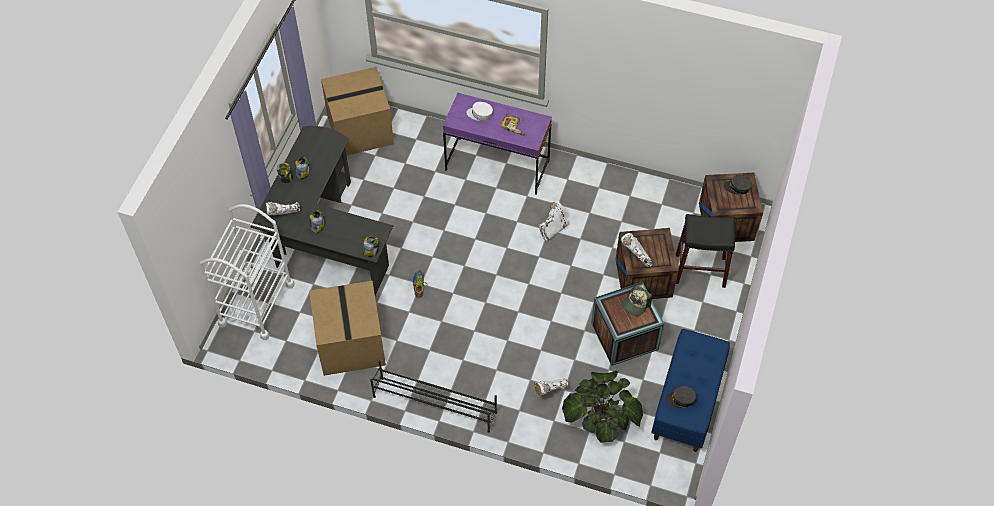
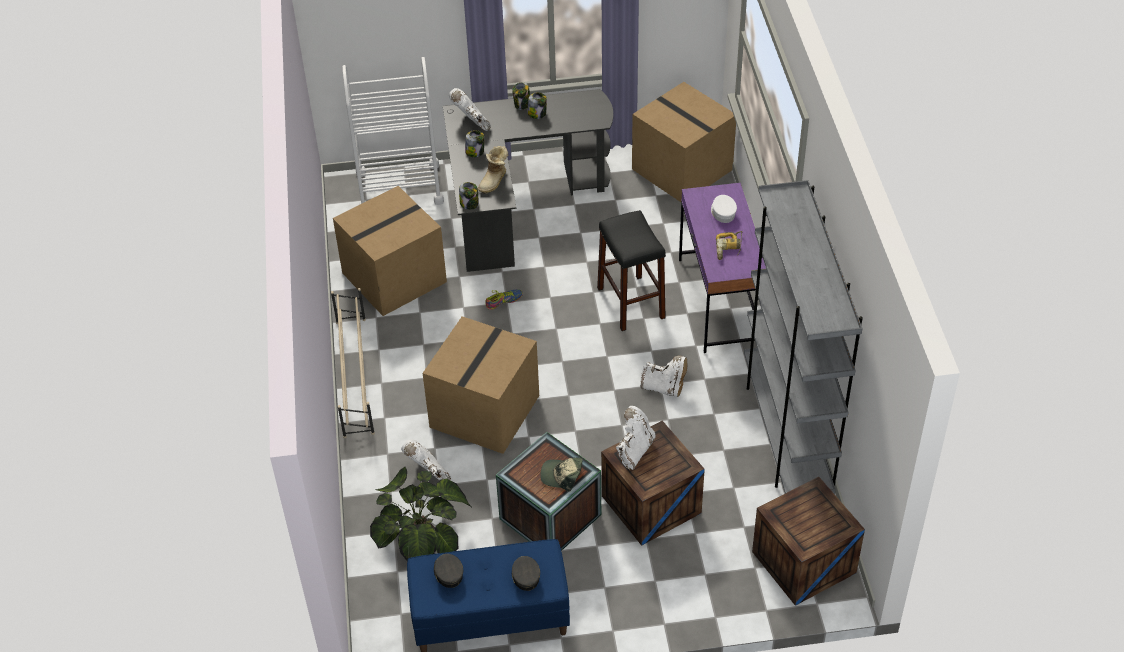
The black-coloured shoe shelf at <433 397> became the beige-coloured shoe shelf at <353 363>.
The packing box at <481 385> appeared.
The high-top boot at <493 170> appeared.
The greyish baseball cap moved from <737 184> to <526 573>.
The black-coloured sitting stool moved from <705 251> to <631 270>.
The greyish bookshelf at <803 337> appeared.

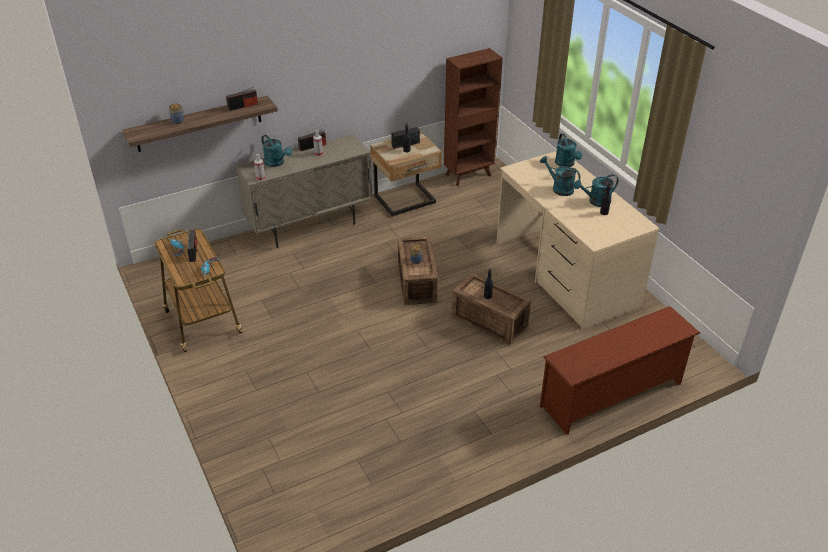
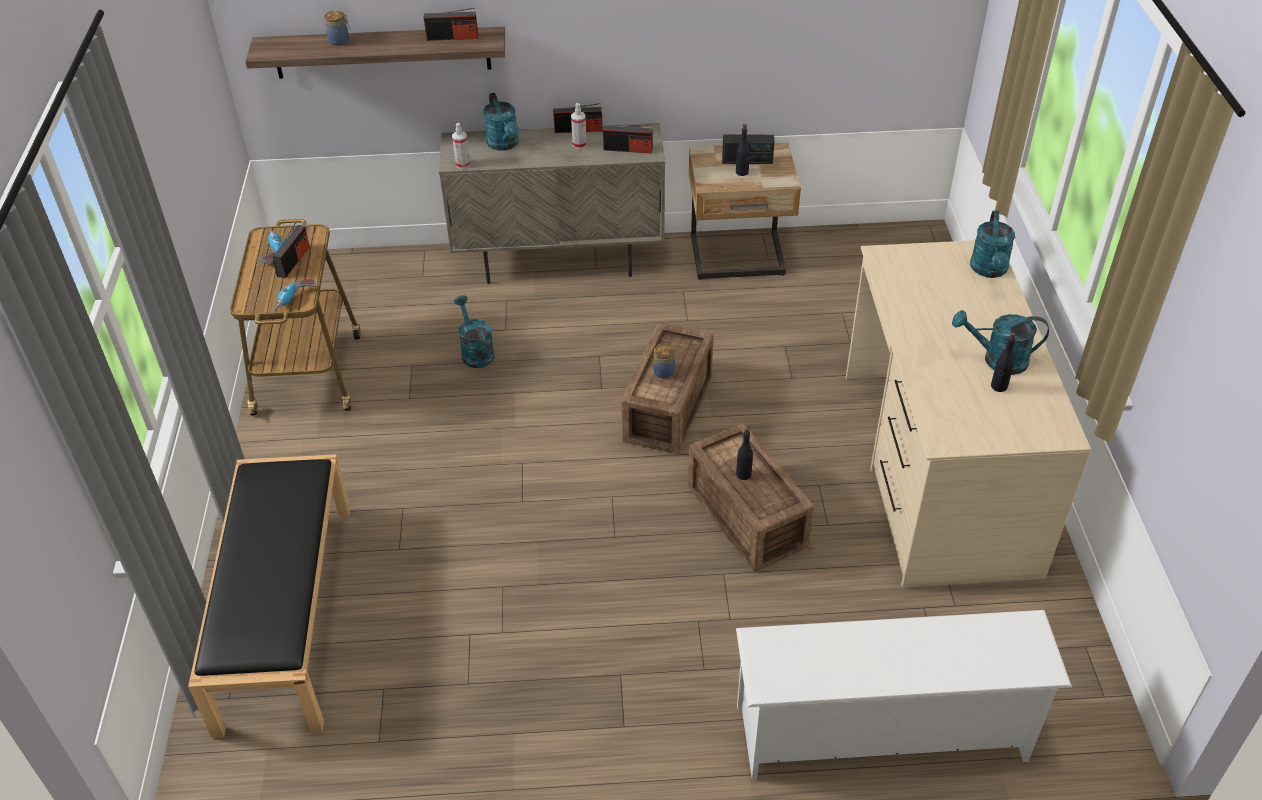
The black-coloured indoor bench at <269 596> appeared.
The blue-green sprinkling can moved from <560 176> to <474 331>.
The radio set at <628 139> appeared.
The brownish shoe shelf at <620 370> became the white-coloured shoe shelf at <904 694>.
The brownish bookshelf at <473 117> disappeared.

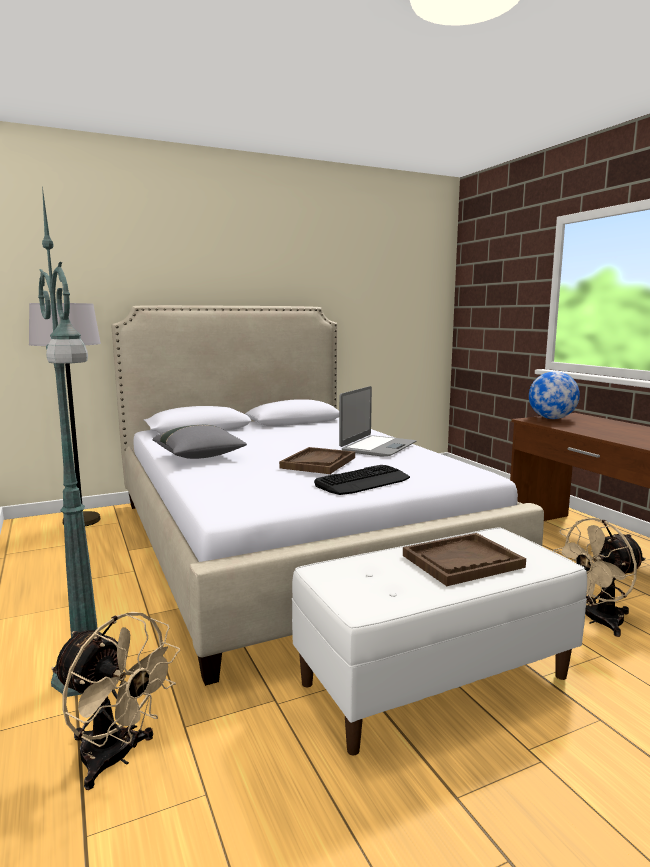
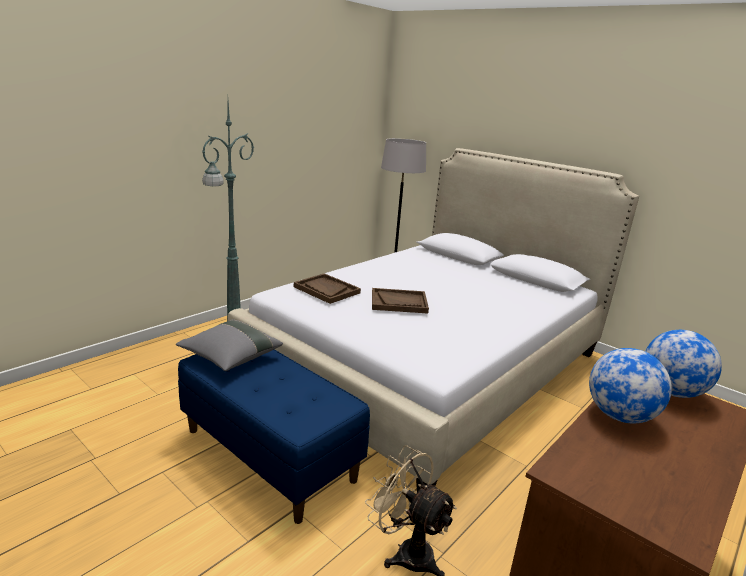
The greyish cushion moved from <199 442> to <229 345>.
The white-coloured indoor bench at <439 641> became the blue-coloured indoor bench at <274 436>.
The brownish serving tray moved from <464 559> to <327 288>.
The world globe at <630 385> appeared.
The beige-coloured fan at <115 701> disappeared.
The PC keyboard at <362 480> disappeared.
The laptop at <377 421> disappeared.

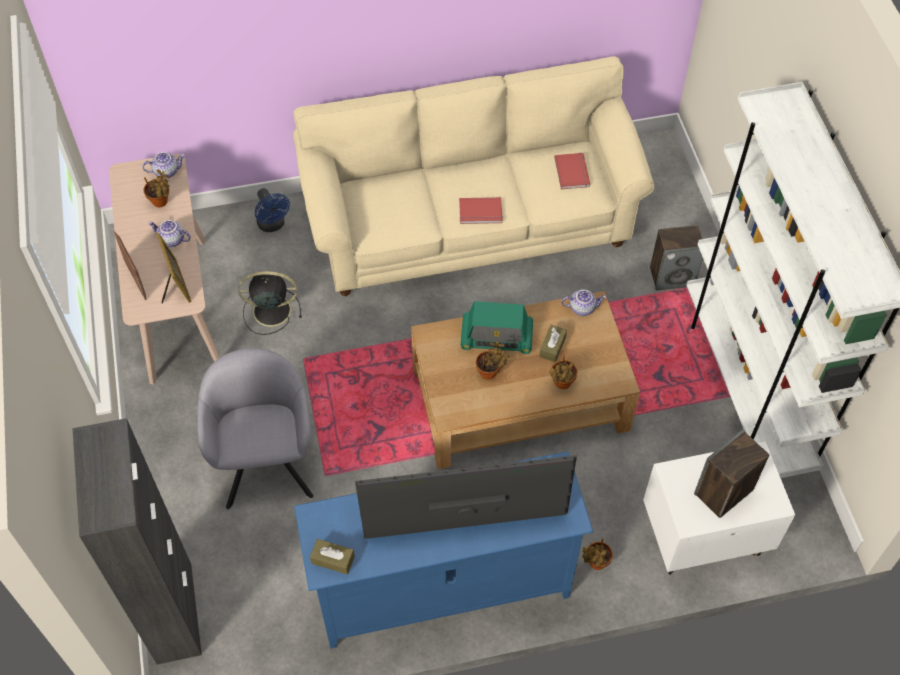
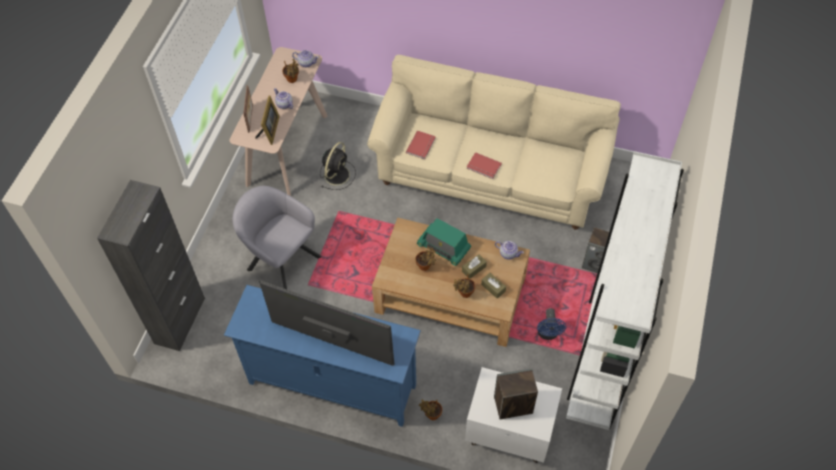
The greyish easy chair at <255 428> turned 75 degrees counterclockwise.
The black-coloured fan at <270 303> turned 90 degrees clockwise.
The reddish volume moved from <572 171> to <421 144>.
The brownish tissue box moved from <332 557> to <493 286>.
The blue-coloured fan moved from <272 210> to <551 324>.

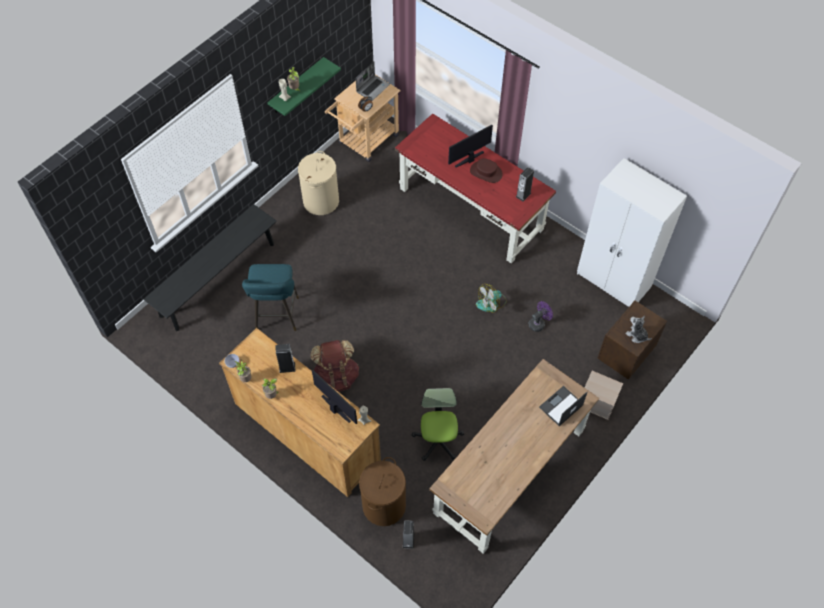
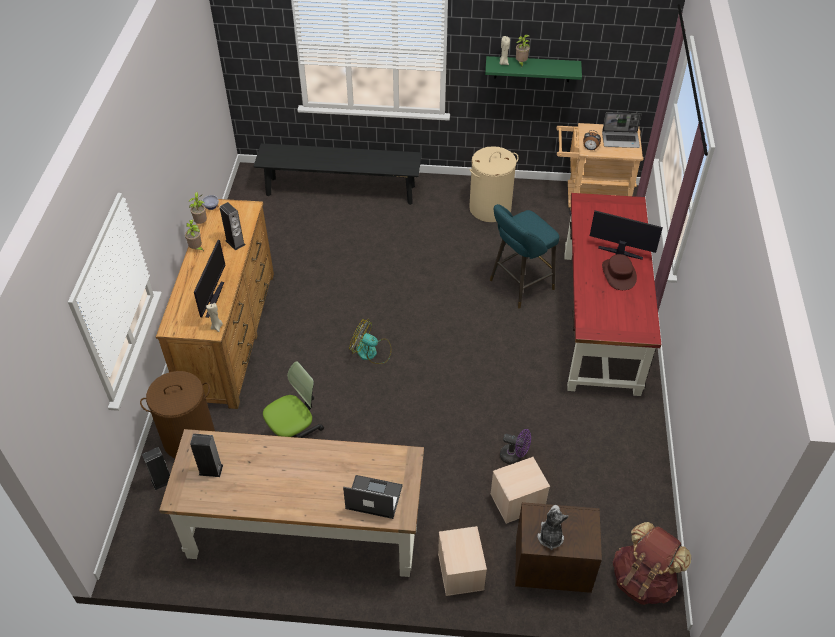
The audio speaker moved from <525 184> to <206 455>.
The fan moved from <491 298> to <370 341>.
The blue-green sitting stool moved from <270 297> to <524 256>.
The beige-coloured storage bin at <520 490> appeared.
The brownish knapsack moved from <335 366> to <652 563>.
The white-coloured wardrobe at <632 232> disappeared.

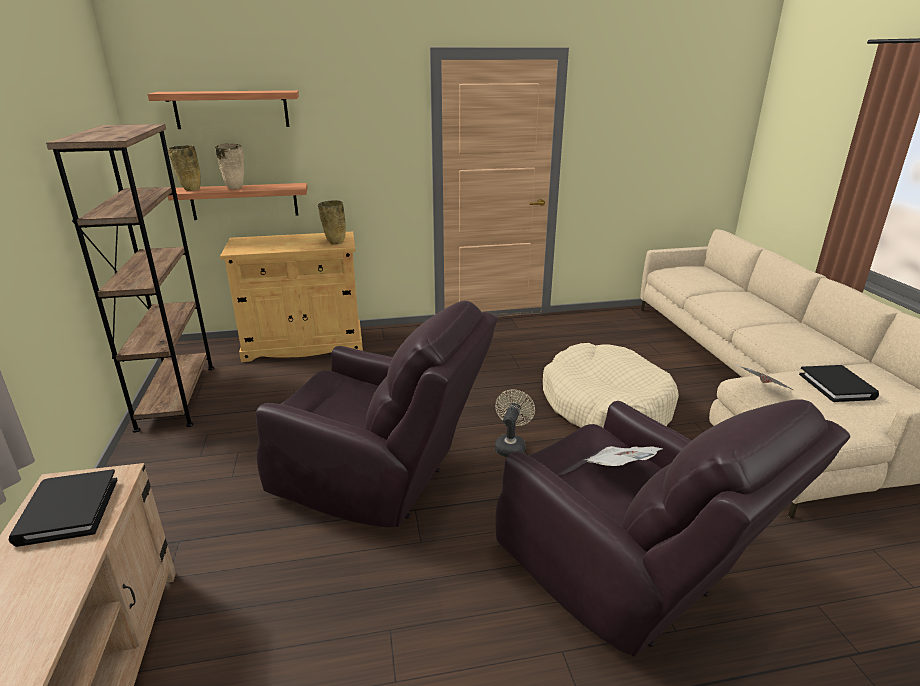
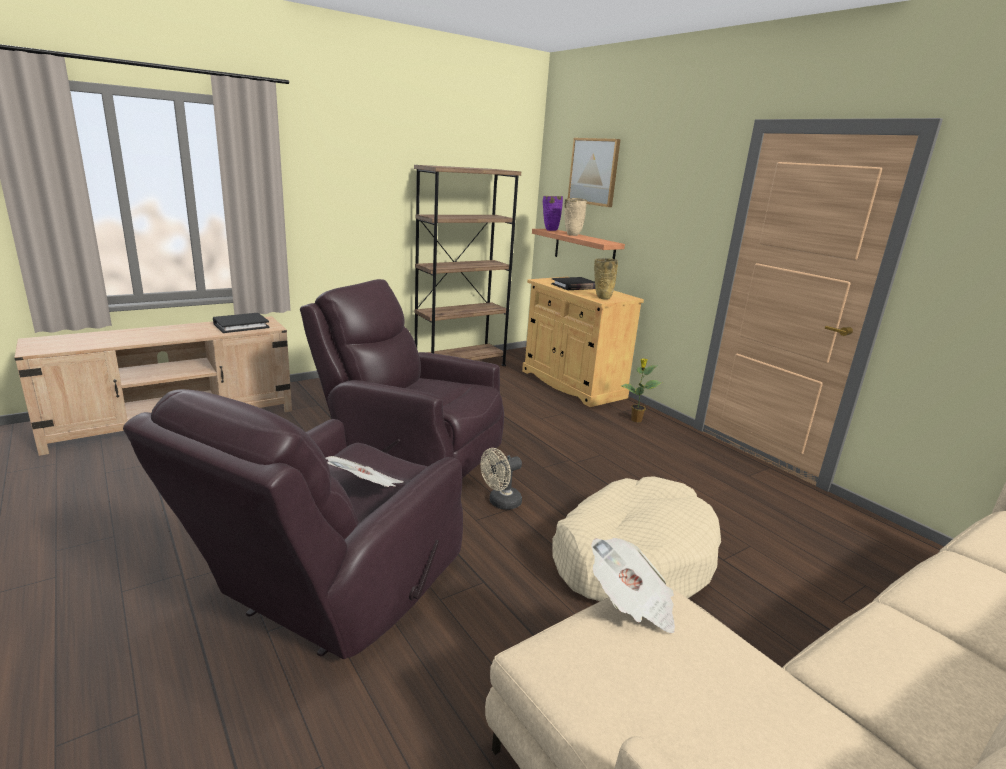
The brownish easy chair at <377 414> turned 120 degrees clockwise.
The beige-coloured fan at <515 423> turned 150 degrees clockwise.
The beige-coloured vase at <184 168> became the purple vase at <553 213>.
The black-coloured volume moved from <839 383> to <573 283>.
The bracket shelf at <223 109> was replaced by the picture at <594 172>.
The plant in a pot at <641 390> appeared.

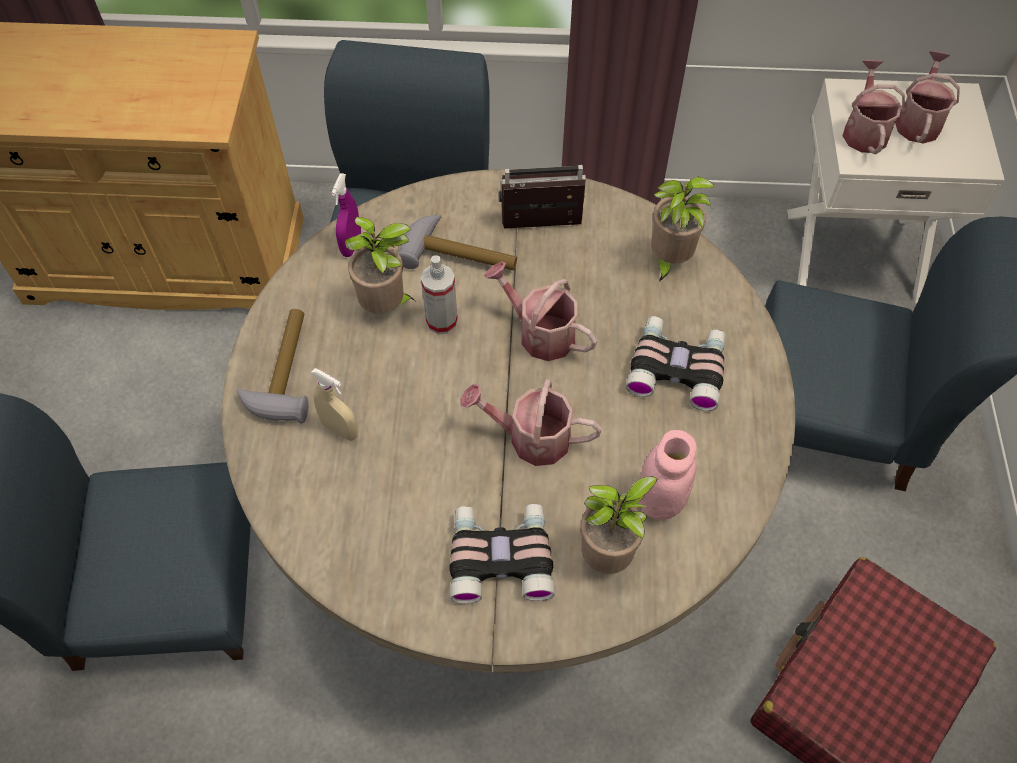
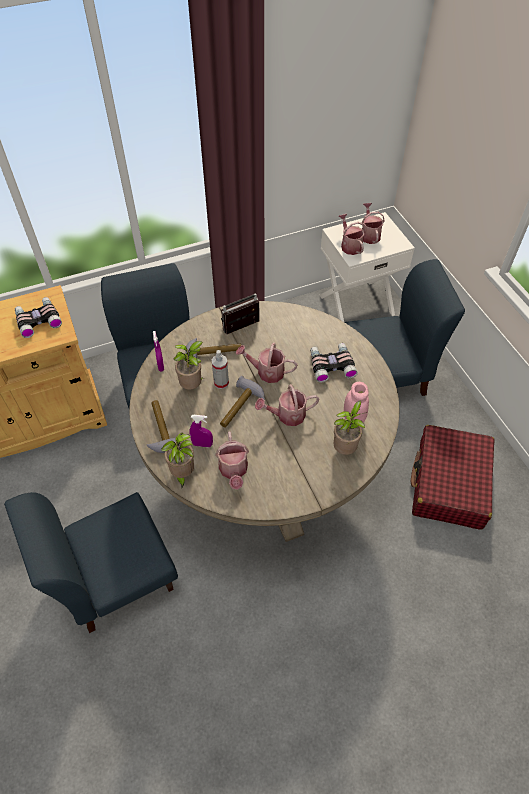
The binoculars moved from <502 554> to <38 317>.
The plant in a pot moved from <682 230> to <177 461>.
The beige-coloured hand sprayer at <334 404> became the purple hand sprayer at <201 431>.
The sprinkling can at <232 460> appeared.
The hand hammer at <242 402> appeared.

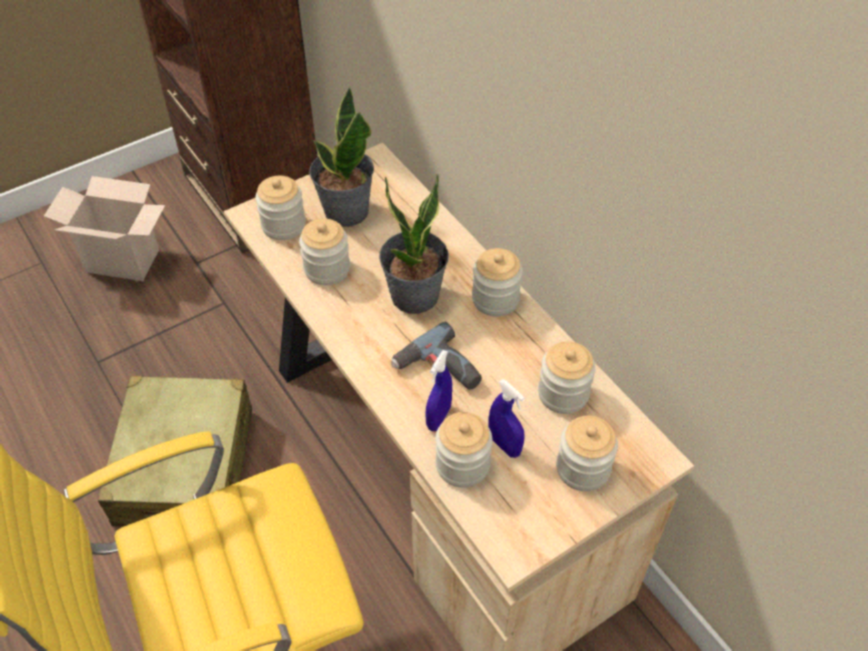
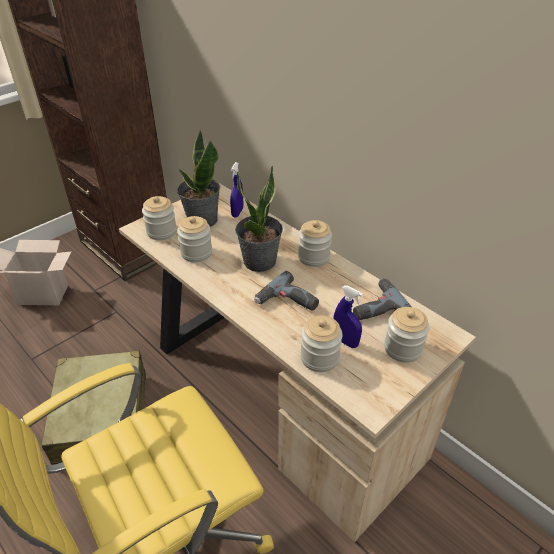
The blue-coloured hand sprayer moved from <438 390> to <236 189>.
The preserve jar at <566 377> was replaced by the drill at <382 299>.

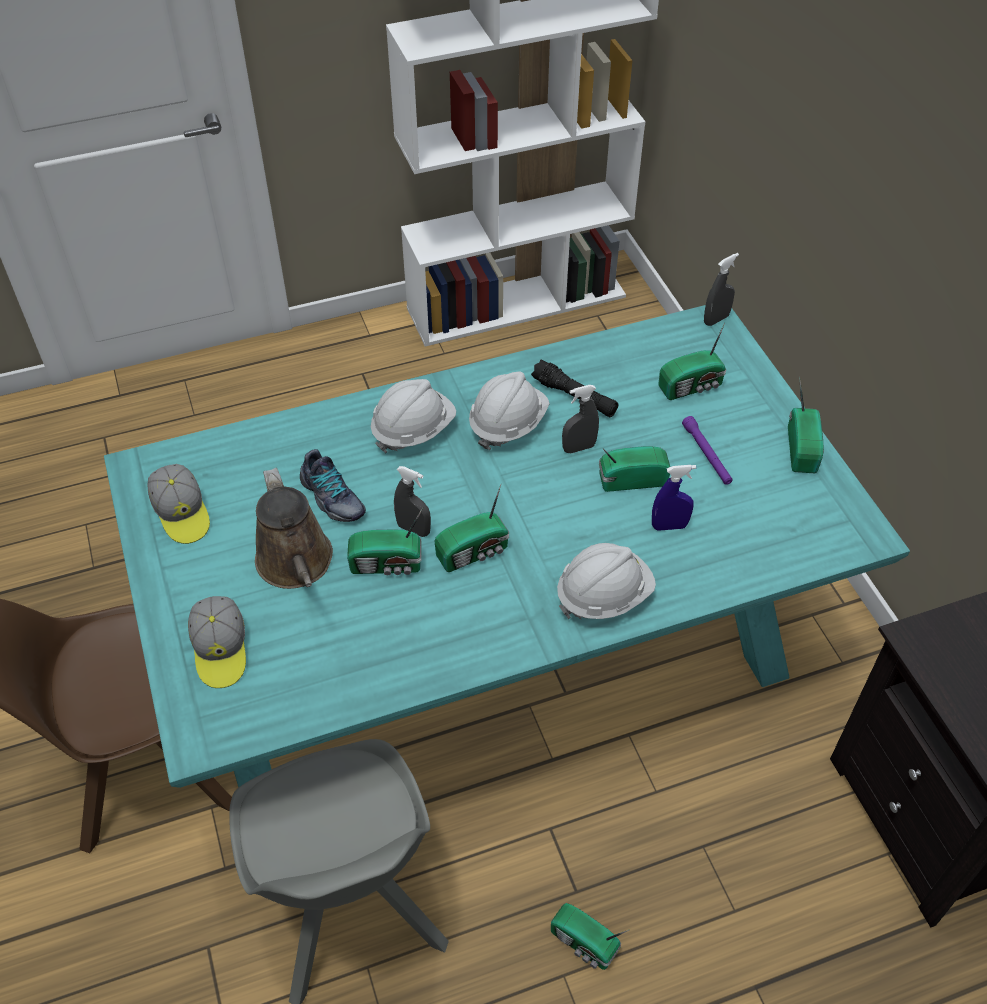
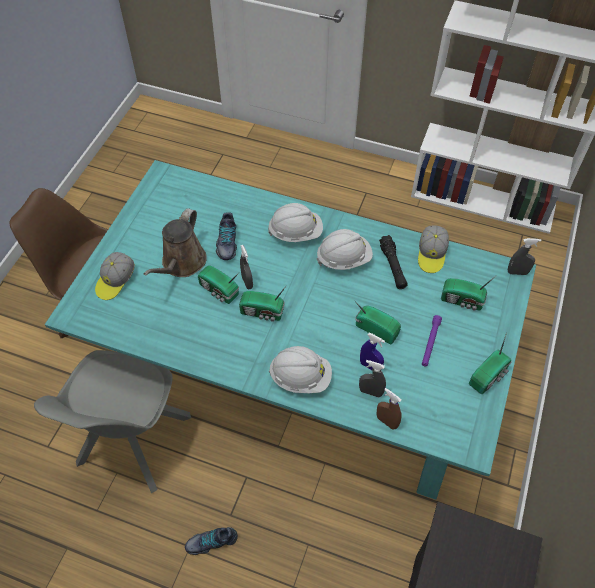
The radio set at <590 936> was replaced by the item of footwear at <211 541>.
The greyish hand sprayer moved from <580 419> to <372 378>.
The brownish hand sprayer at <389 409> appeared.
The baseball cap moved from <179 504> to <433 249>.

